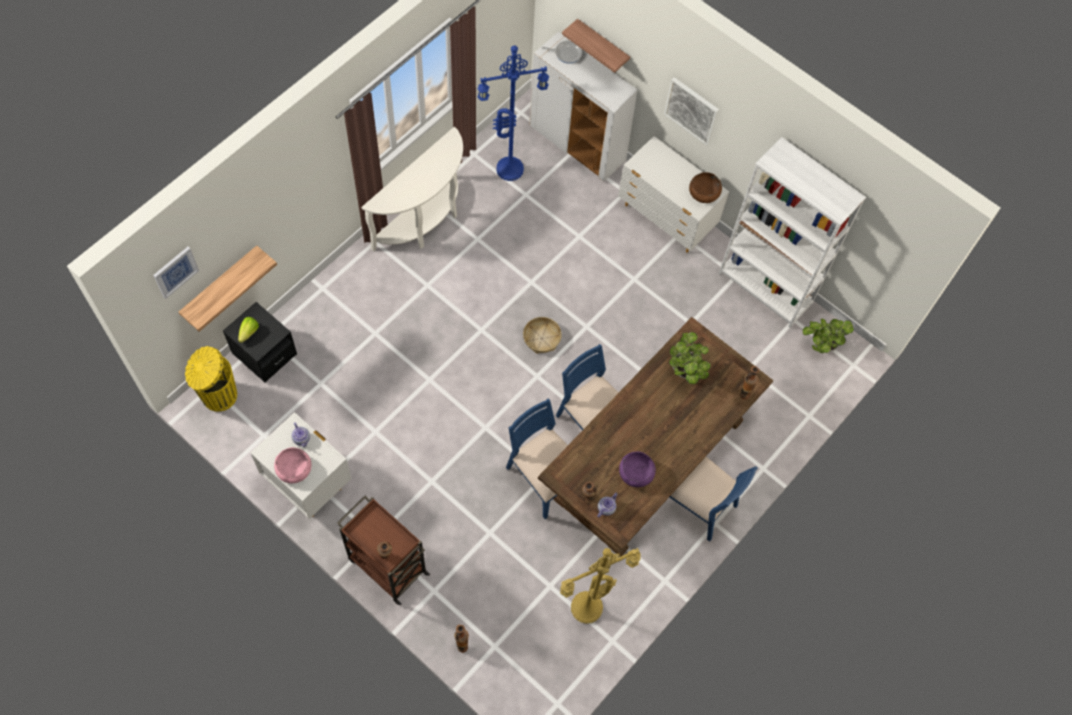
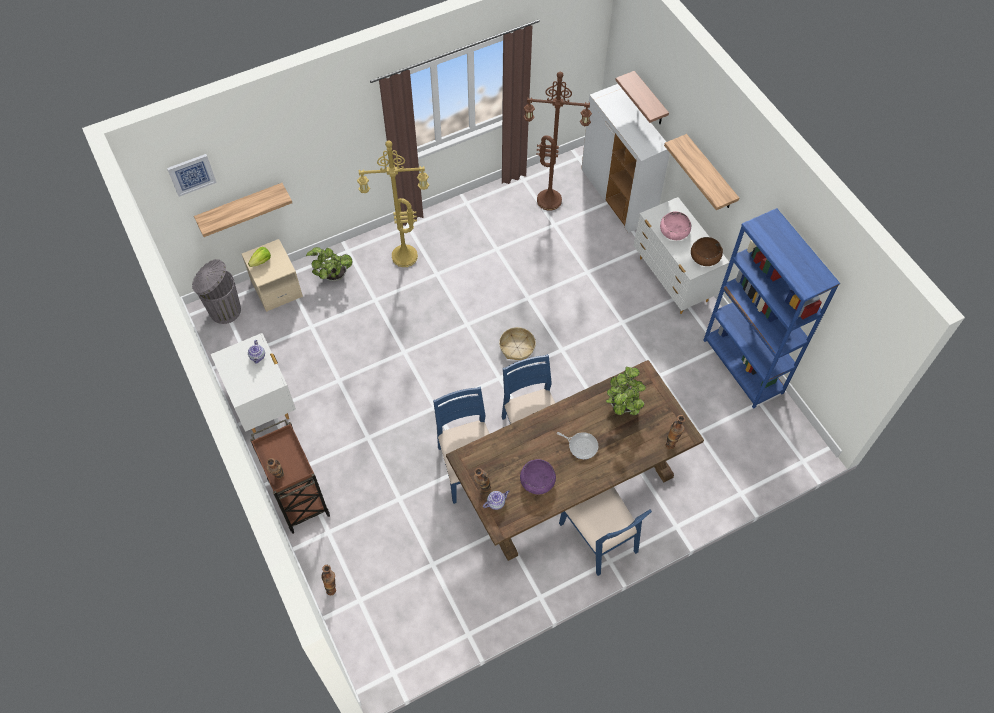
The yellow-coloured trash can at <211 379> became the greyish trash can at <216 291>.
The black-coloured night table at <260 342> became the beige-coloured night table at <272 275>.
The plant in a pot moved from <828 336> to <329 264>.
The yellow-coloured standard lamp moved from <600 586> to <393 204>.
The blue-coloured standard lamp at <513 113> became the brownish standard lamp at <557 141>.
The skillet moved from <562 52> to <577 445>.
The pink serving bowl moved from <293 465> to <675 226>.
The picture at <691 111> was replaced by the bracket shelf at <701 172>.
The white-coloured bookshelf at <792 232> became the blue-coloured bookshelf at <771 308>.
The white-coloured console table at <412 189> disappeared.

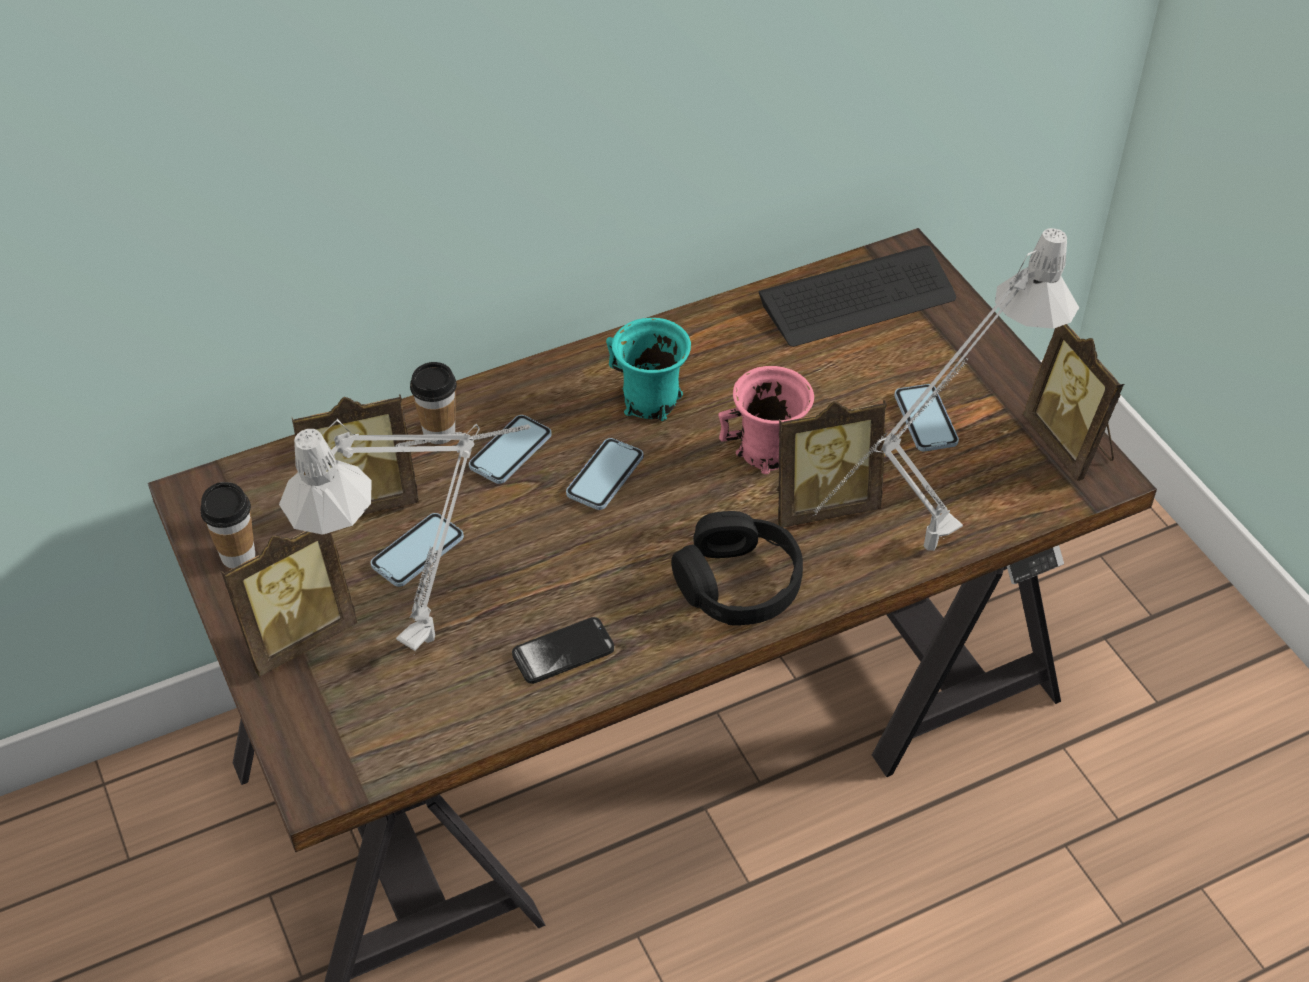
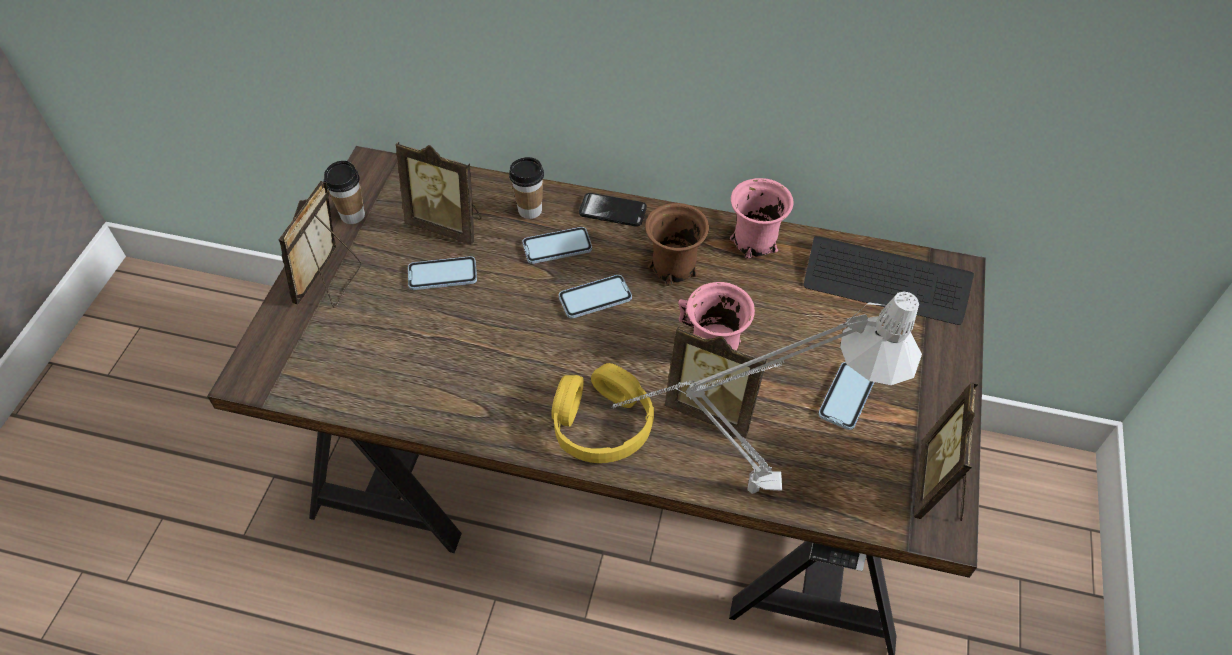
The picture frame at <289 604> turned 105 degrees clockwise.
The black-coloured pair of headphones at <737 568> became the yellow-coloured pair of headphones at <602 413>.
The handset moved from <563 650> to <613 210>.
The blue-green tea mug at <648 369> became the brownish tea mug at <677 244>.
The pink tea mug at <762 218> appeared.
The greyish tabletop lamp at <405 535> disappeared.

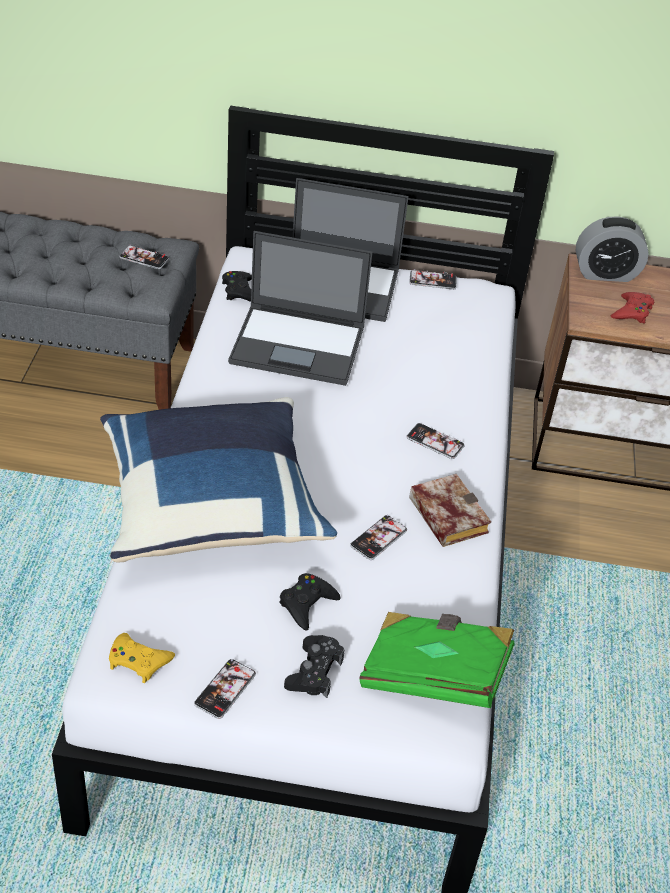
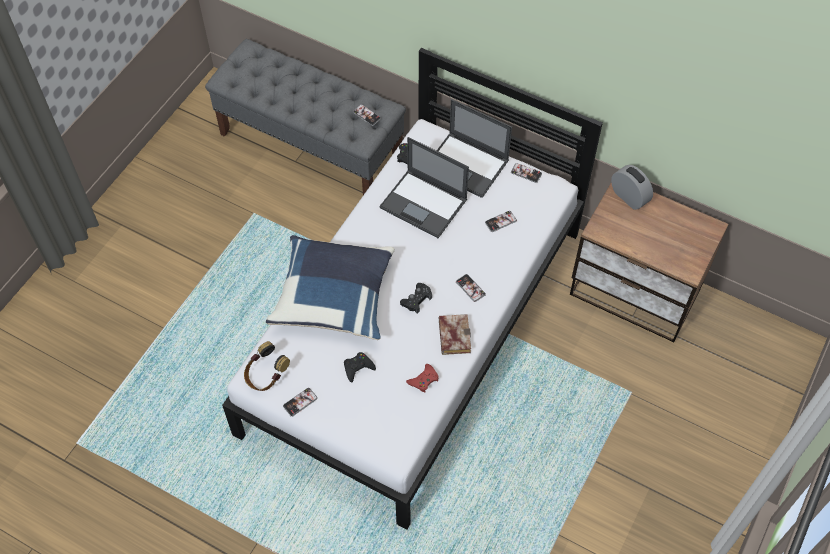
The yellow-coloured joypad at <142 658> was replaced by the pair of headphones at <267 366>.
The black-coloured joypad moved from <314 666> to <416 298>.
The reddish joypad moved from <632 308> to <422 378>.
The handset moved from <378 537> to <501 221>.
The table clock at <612 249> turned 150 degrees counterclockwise.
The green volume at <437 660> disappeared.

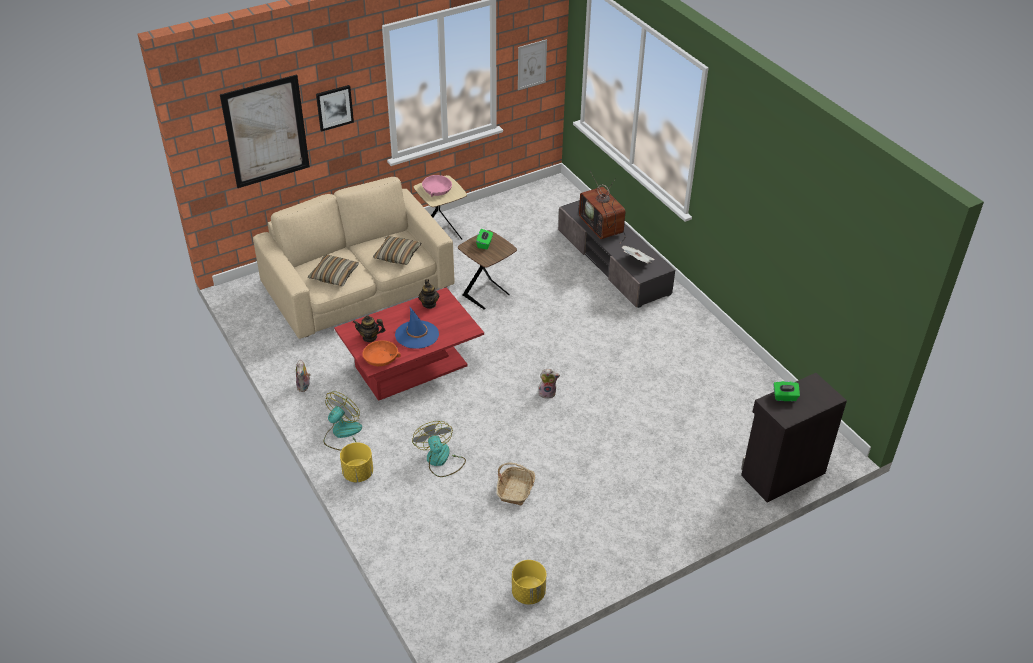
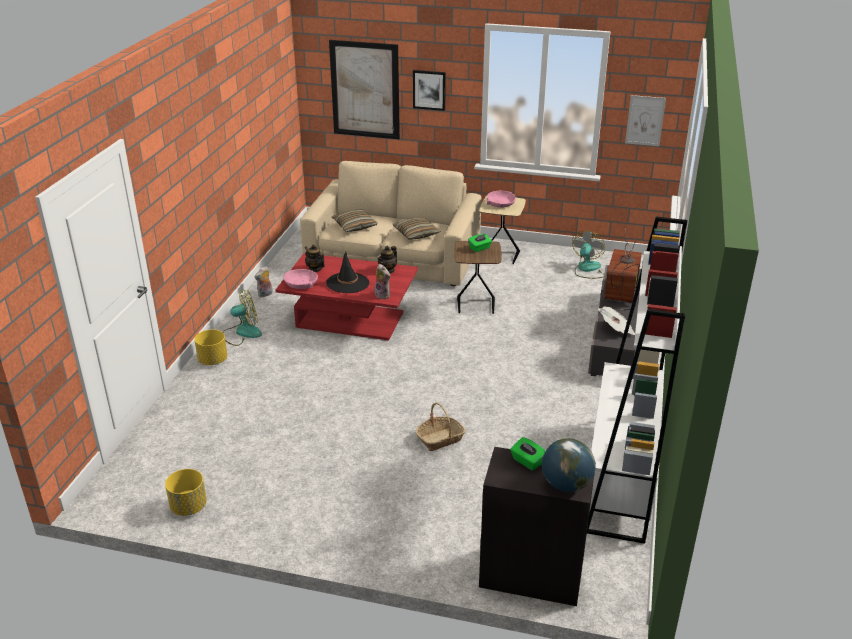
The orangey serving bowl at <381 353> became the pink serving bowl at <300 279>.
The blue-coloured clothing hat at <417 328> became the black-coloured clothing hat at <347 272>.
The plush toy moved from <549 384> to <382 281>.
The household basket moved from <516 484> to <441 427>.
The world globe at <568 465> appeared.
The fan moved from <439 449> to <588 254>.
The white-coloured bookshelf at <637 380> appeared.

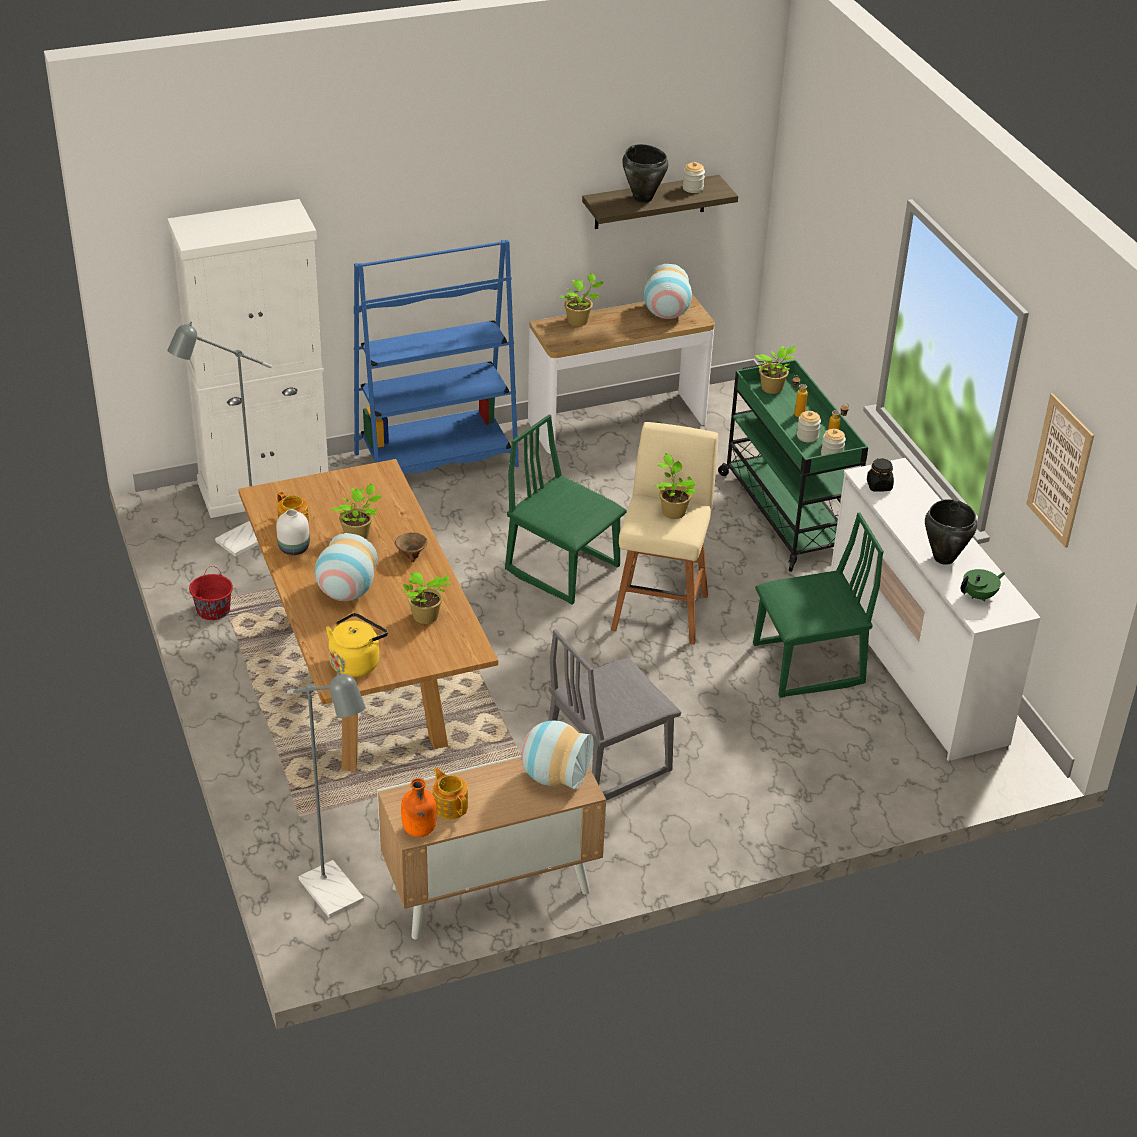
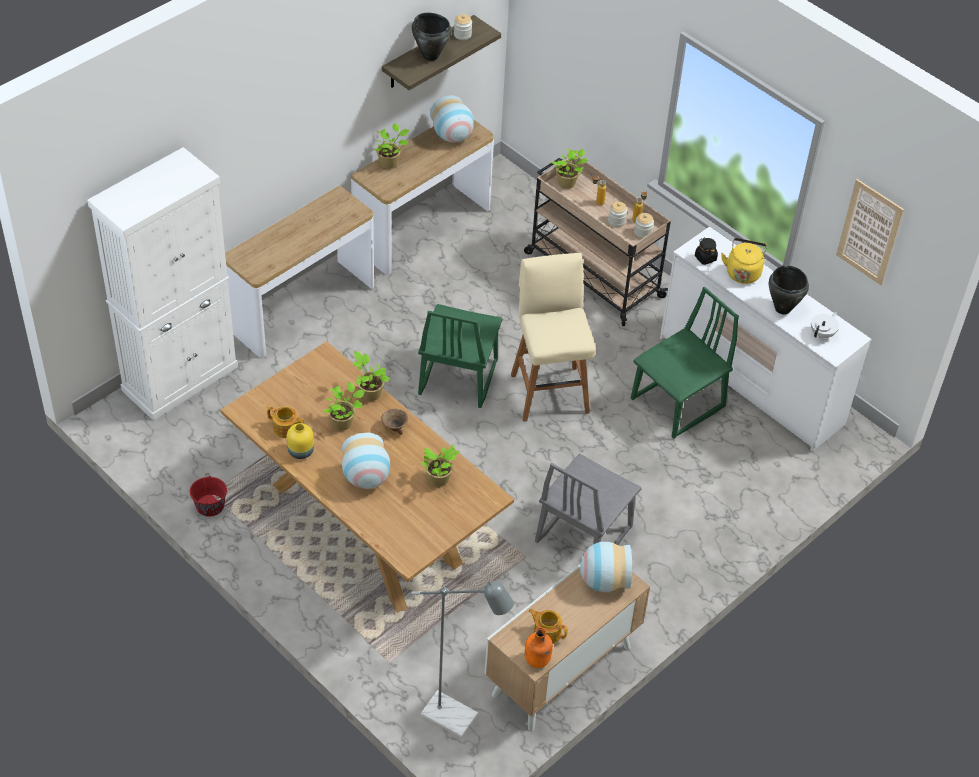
The blue-coloured bookshelf at <436 356> was replaced by the console table at <299 271>.
The white-coloured vase at <293 532> became the yellow-coloured vase at <300 441>.
The plant in a pot moved from <675 486> to <371 376>.
The green plain chair at <566 509> turned 90 degrees counterclockwise.
The green trolley at <793 466> became the beige-coloured trolley at <597 240>.
The yellow-coloured tea kettle moved from <357 645> to <744 261>.
The green teapot at <983 585> became the white-coloured teapot at <825 325>.
The greyish standard lamp at <219 439> disappeared.

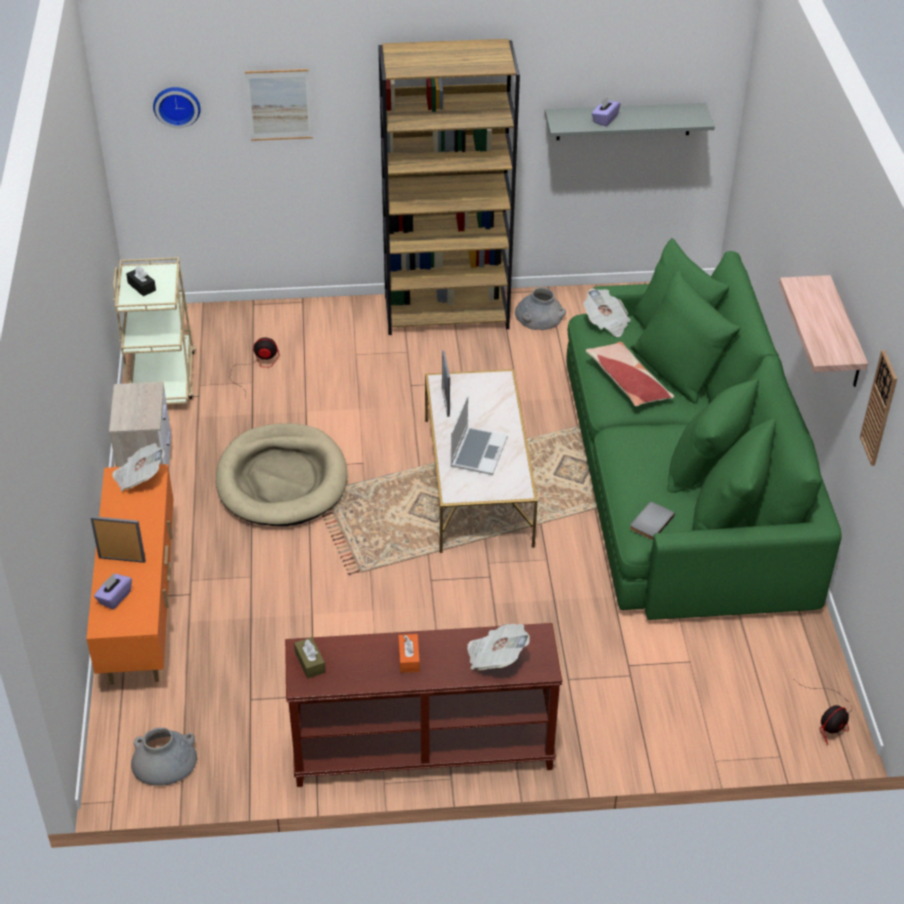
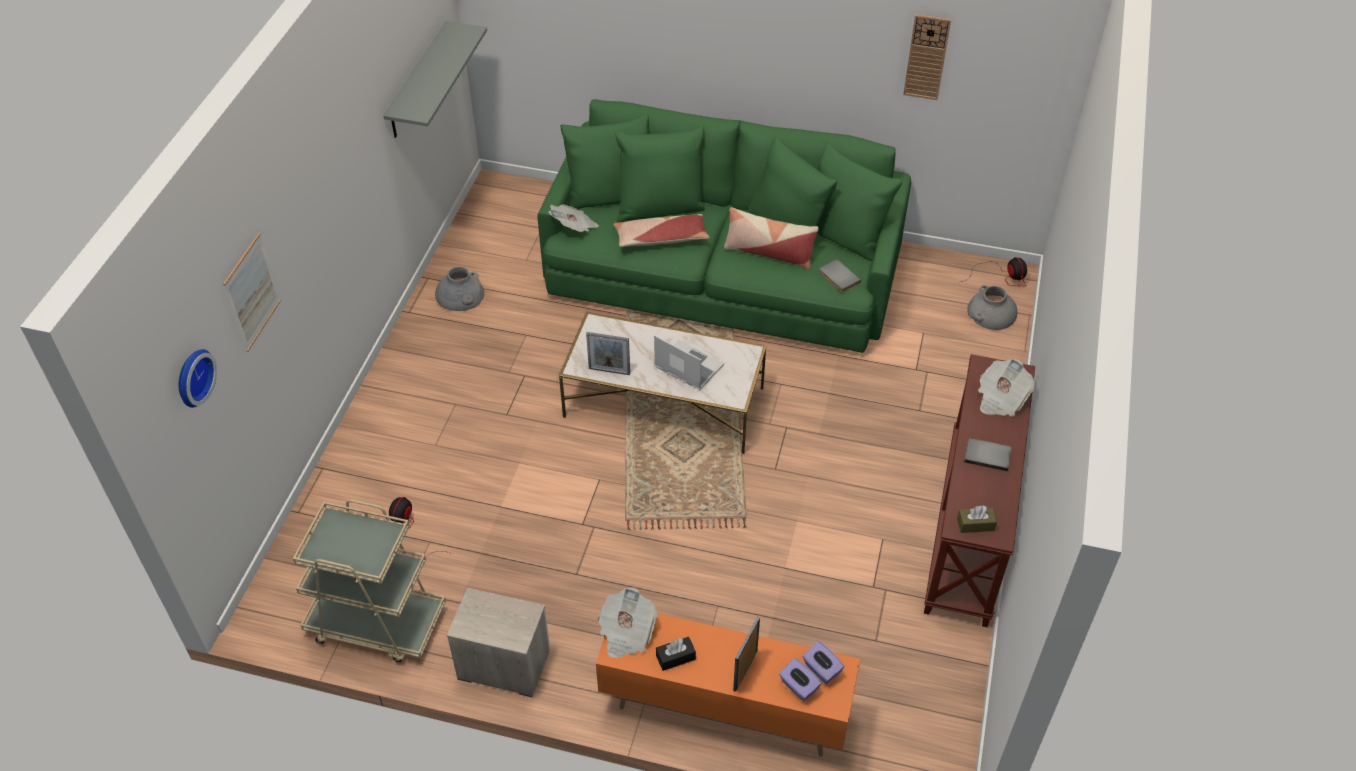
The black-coloured tissue box moved from <141 281> to <676 654>.
The cushion at <771 238> appeared.
The purple tissue box moved from <606 111> to <823 662>.
The orangey tissue box at <409 653> was replaced by the greyish volume at <988 454>.
The greyish vase moved from <164 757> to <992 307>.
The beige-coloured dog cushion at <282 474> disappeared.
The brownish bookshelf at <449 187> disappeared.
The bracket shelf at <823 331> disappeared.

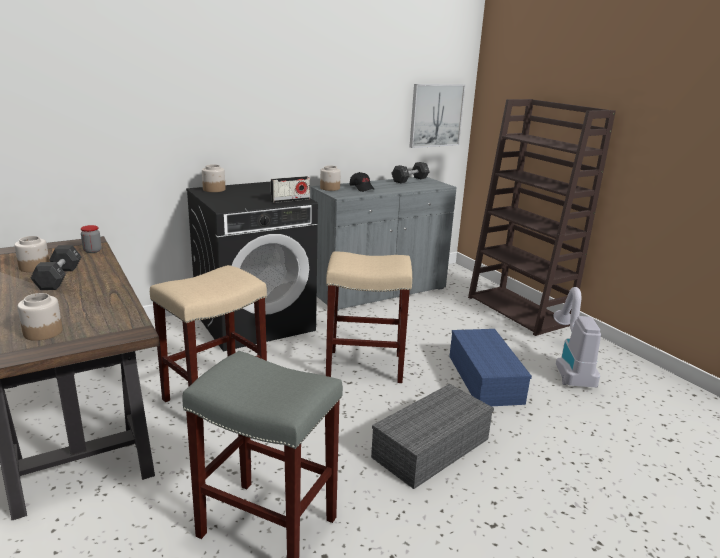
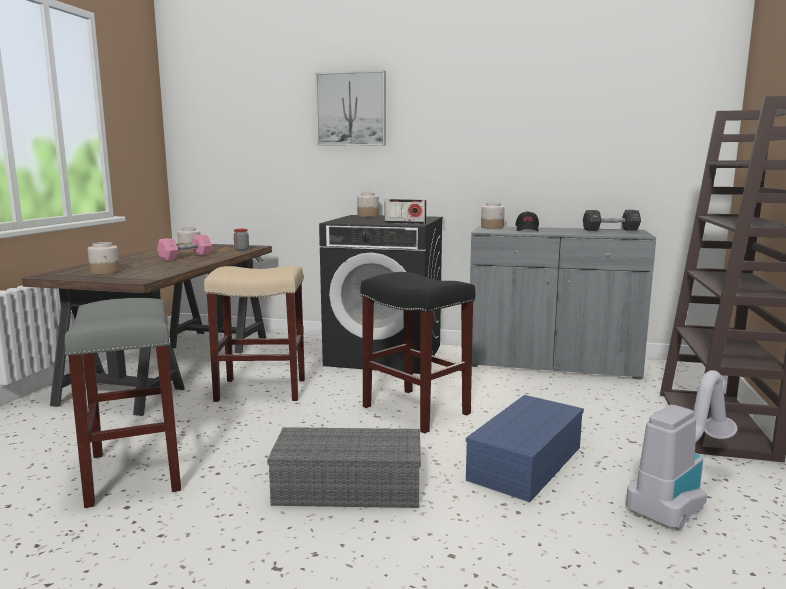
The black-coloured dumbbell at <56 267> became the pink dumbbell at <184 247>.
The picture moved from <437 116> to <350 108>.
The beige-coloured sitting stool at <369 317> became the black-coloured sitting stool at <418 353>.

